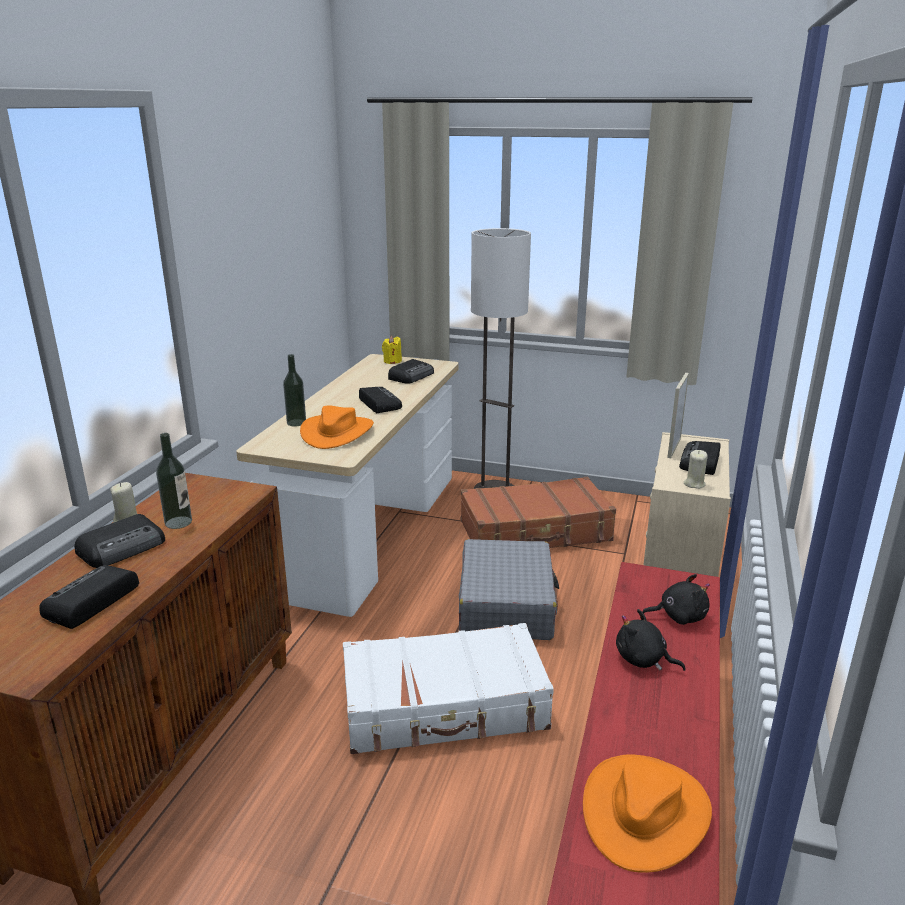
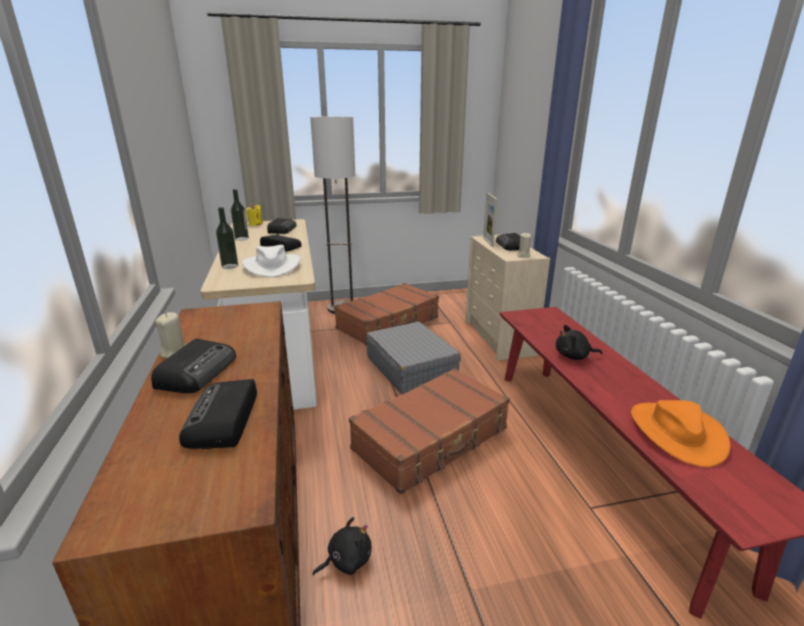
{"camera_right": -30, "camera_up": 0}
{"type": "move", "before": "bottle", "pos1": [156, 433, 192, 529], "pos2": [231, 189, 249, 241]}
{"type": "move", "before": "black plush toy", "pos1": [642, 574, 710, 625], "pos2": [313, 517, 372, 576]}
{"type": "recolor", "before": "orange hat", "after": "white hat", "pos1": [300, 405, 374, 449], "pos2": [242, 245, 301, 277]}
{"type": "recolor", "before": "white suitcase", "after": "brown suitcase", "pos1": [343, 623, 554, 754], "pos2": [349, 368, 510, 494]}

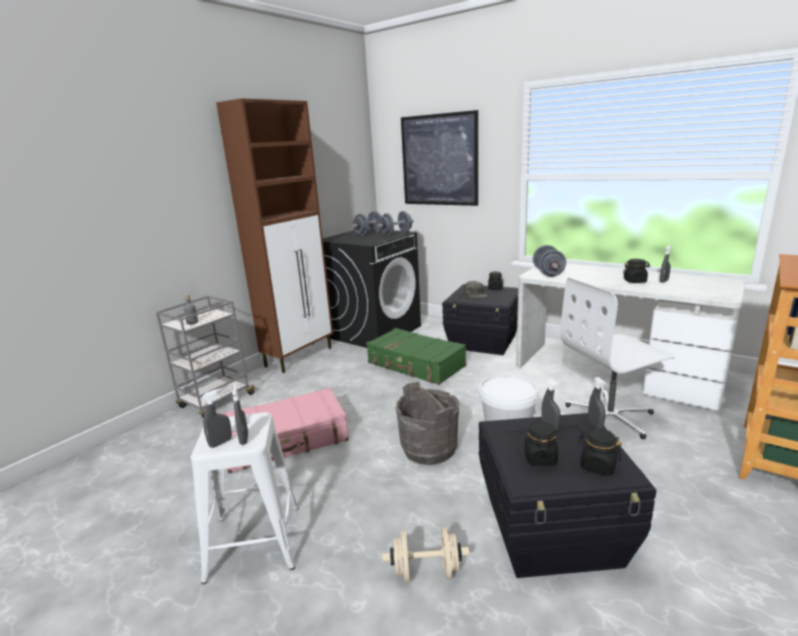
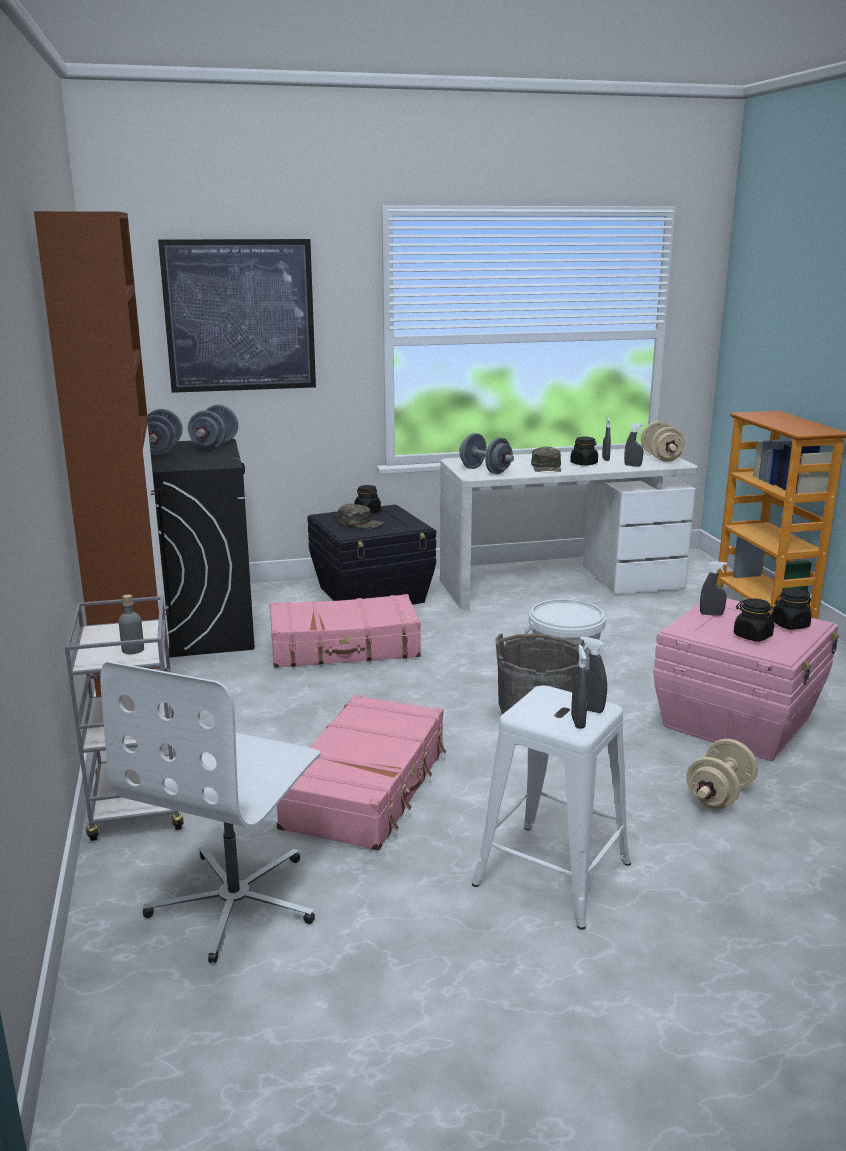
{"camera_right": -50, "camera_up": 0}
{"type": "insert", "after": "green cap", "pos2": [531, 447, 561, 472]}
{"type": "insert", "after": "beige dumbbell", "pos2": [641, 421, 685, 462]}
{"type": "move", "before": "white office chair", "pos1": [560, 278, 675, 439], "pos2": [100, 661, 320, 963]}
{"type": "move", "before": "grey spray bottle", "pos1": [588, 377, 606, 429], "pos2": [624, 423, 643, 467]}
{"type": "recolor", "before": "green suitcase", "after": "pink suitcase", "pos1": [366, 328, 466, 385], "pos2": [270, 594, 421, 668]}
{"type": "recolor", "before": "black storage box", "after": "pink storage box", "pos1": [479, 413, 656, 578], "pos2": [653, 598, 839, 761]}

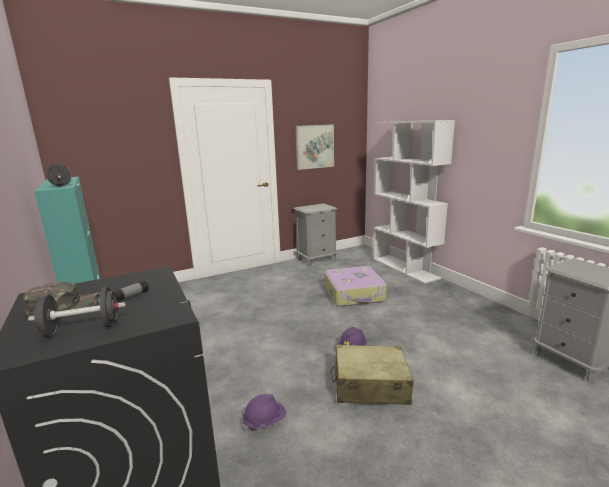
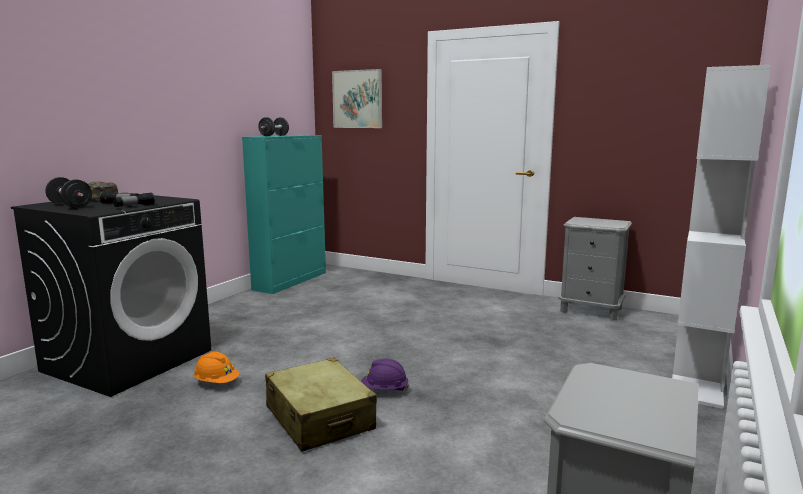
{"camera_right": 55, "camera_up": -5}
{"type": "delete", "before": "suitcase", "pos1": [325, 266, 387, 307]}
{"type": "insert", "after": "flashlight", "pos2": [113, 192, 155, 207]}
{"type": "move", "before": "picture", "pos1": [295, 124, 334, 170], "pos2": [332, 69, 382, 128]}
{"type": "recolor", "before": "purple hard hat", "after": "orange hard hat", "pos1": [242, 394, 286, 431], "pos2": [194, 351, 239, 383]}

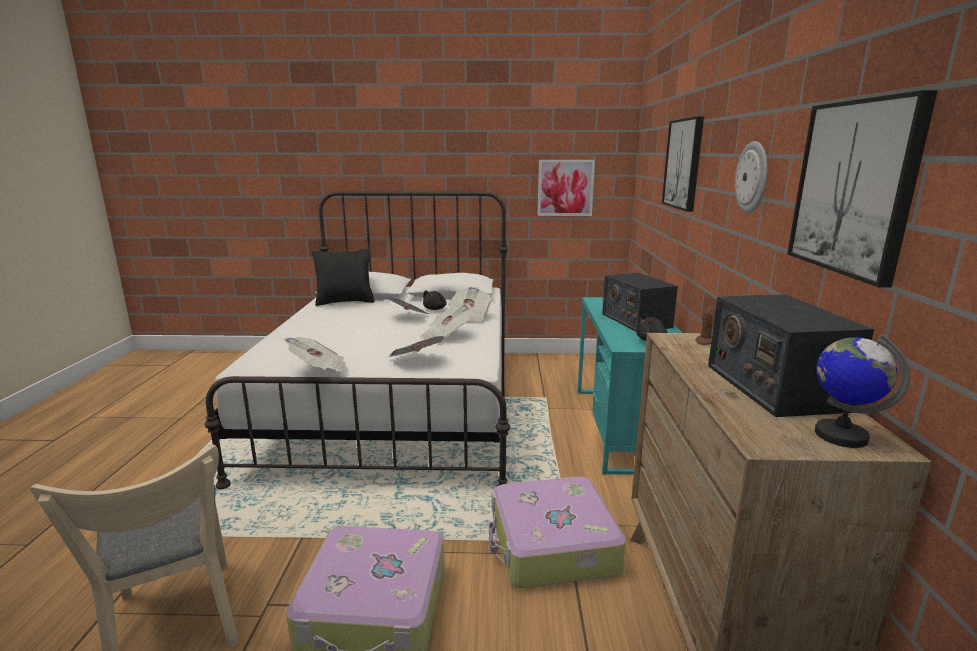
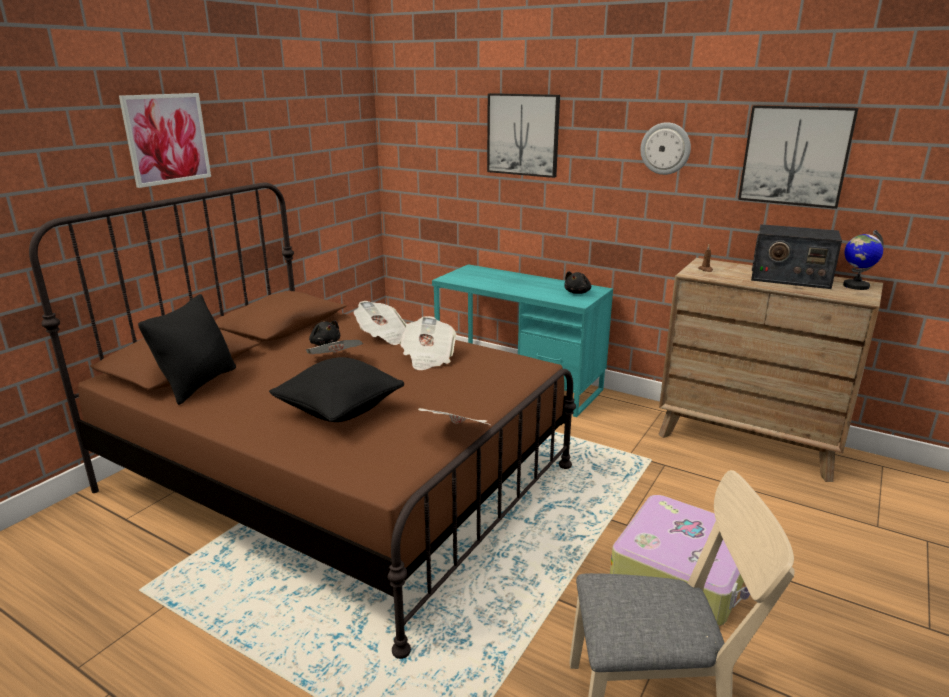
{"camera_right": -60, "camera_up": 5}
{"type": "delete", "before": "newspaper", "pos1": [389, 336, 445, 357]}
{"type": "delete", "before": "suitcase", "pos1": [489, 477, 626, 588]}
{"type": "delete", "before": "radio", "pos1": [602, 273, 678, 331]}
{"type": "insert", "after": "black pillow", "pos2": [269, 357, 404, 422]}
{"type": "move", "before": "picture", "pos1": [538, 160, 595, 216], "pos2": [119, 93, 211, 188]}
{"type": "recolor", "before": "white bed", "after": "brown bed", "pos1": [205, 191, 510, 489], "pos2": [29, 182, 576, 659]}

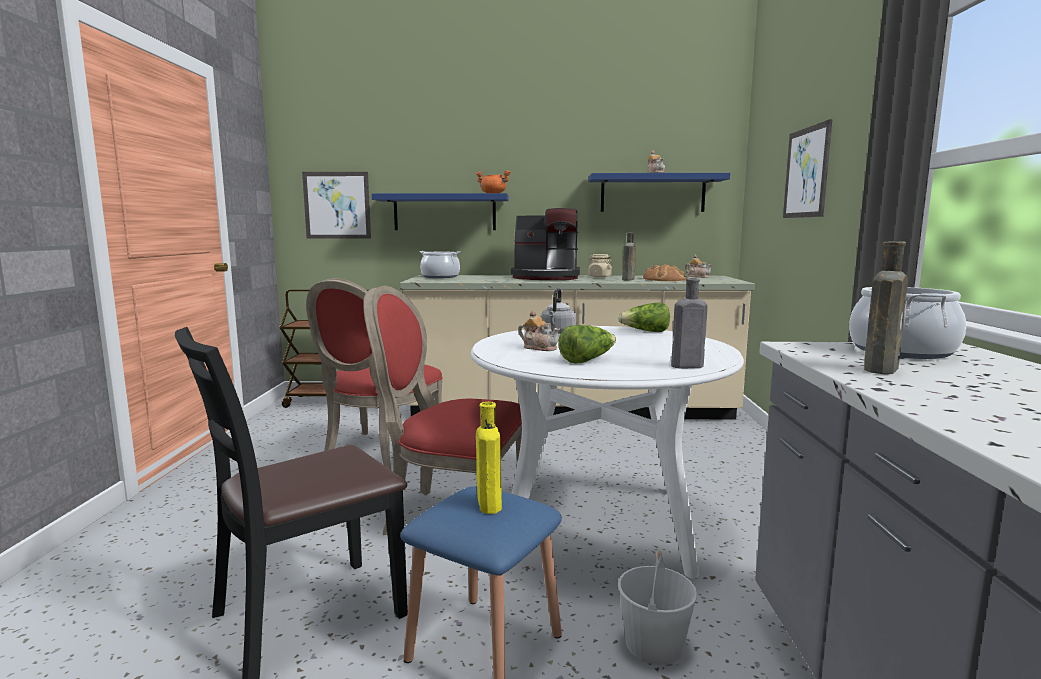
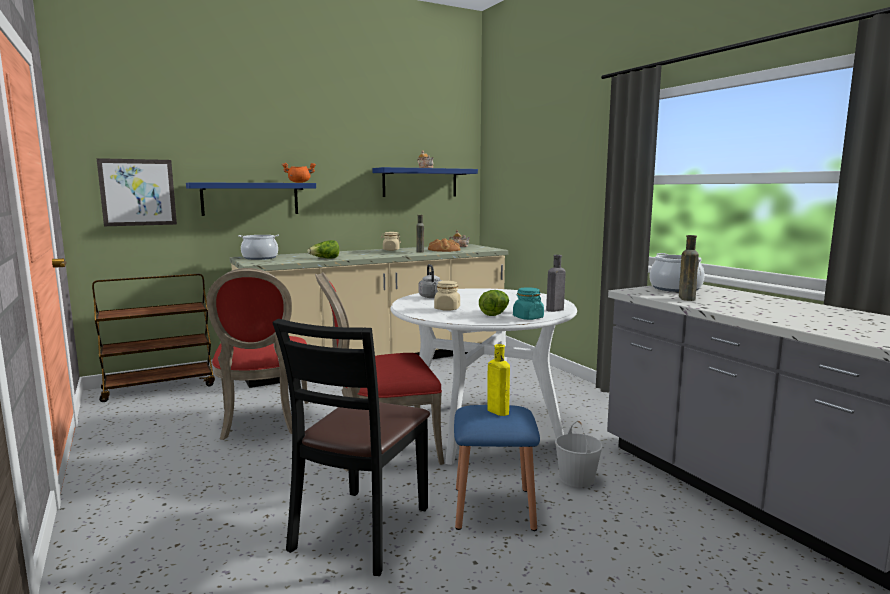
{"camera_right": -30, "camera_up": 0}
{"type": "delete", "before": "coffee machine", "pos1": [511, 208, 580, 280]}
{"type": "delete", "before": "picture", "pos1": [783, 119, 832, 218]}
{"type": "insert", "after": "turquoise jar", "pos2": [513, 287, 544, 320]}
{"type": "move", "before": "lettuce", "pos1": [618, 303, 670, 332], "pos2": [307, 240, 339, 258]}
{"type": "replace", "before": "teapot", "after": "beige jar", "pos1": [518, 310, 560, 351], "pos2": [434, 281, 460, 311]}

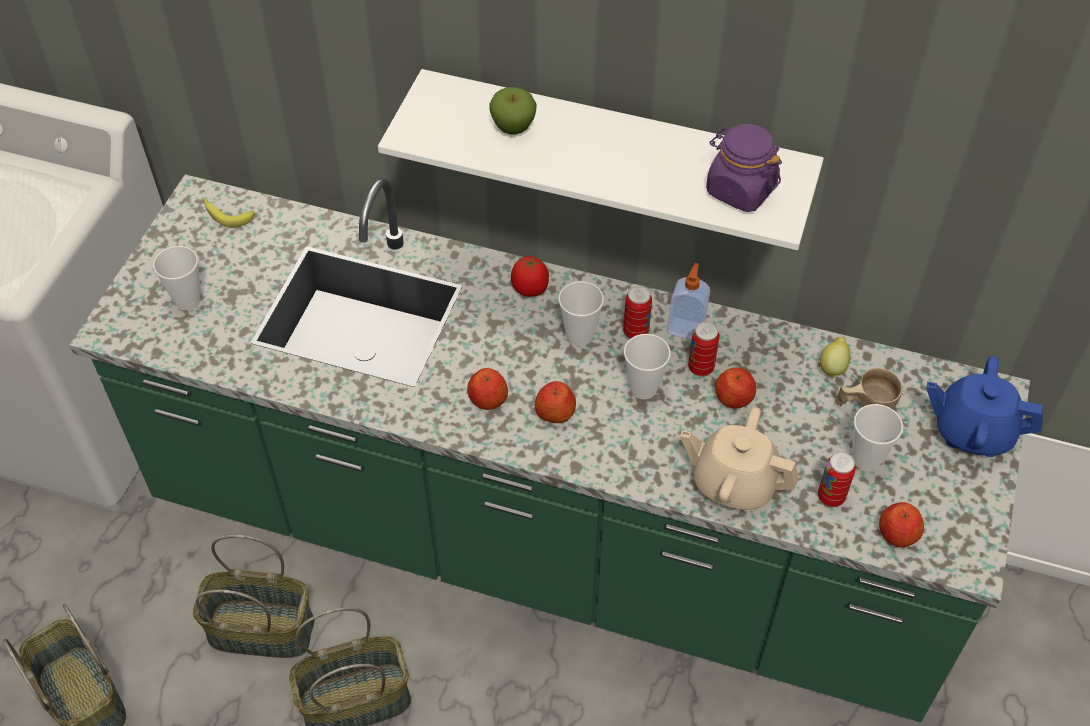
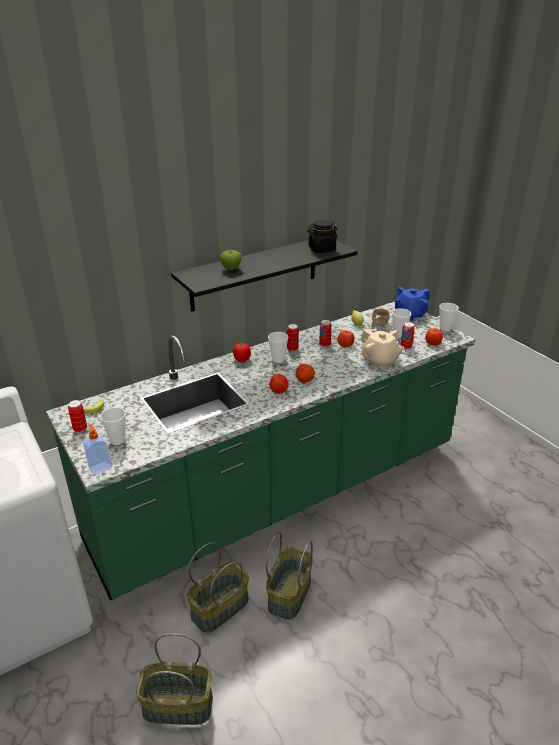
{"camera_right": -50, "camera_up": -20}
{"type": "insert", "after": "can", "pos2": [68, 400, 87, 432]}
{"type": "move", "before": "cup", "pos1": [624, 334, 671, 399], "pos2": [439, 303, 459, 332]}
{"type": "move", "before": "soap dispenser", "pos1": [667, 263, 710, 340], "pos2": [83, 425, 112, 475]}
{"type": "recolor", "before": "white shelf", "after": "black shelf", "pos1": [378, 69, 824, 250], "pos2": [171, 240, 358, 312]}
{"type": "recolor", "before": "purple jar", "after": "black jar", "pos1": [706, 124, 782, 212], "pos2": [307, 220, 338, 253]}
{"type": "rotate", "before": "beige teapot", "pos1": [680, 407, 798, 511], "pos2": [361, 329, 404, 368], "turn": -105}

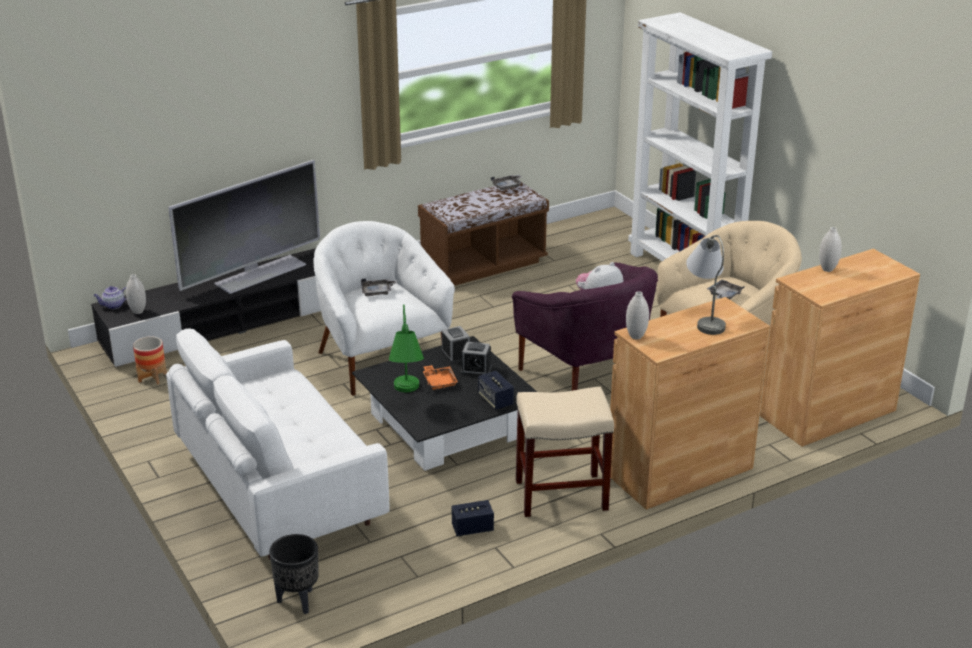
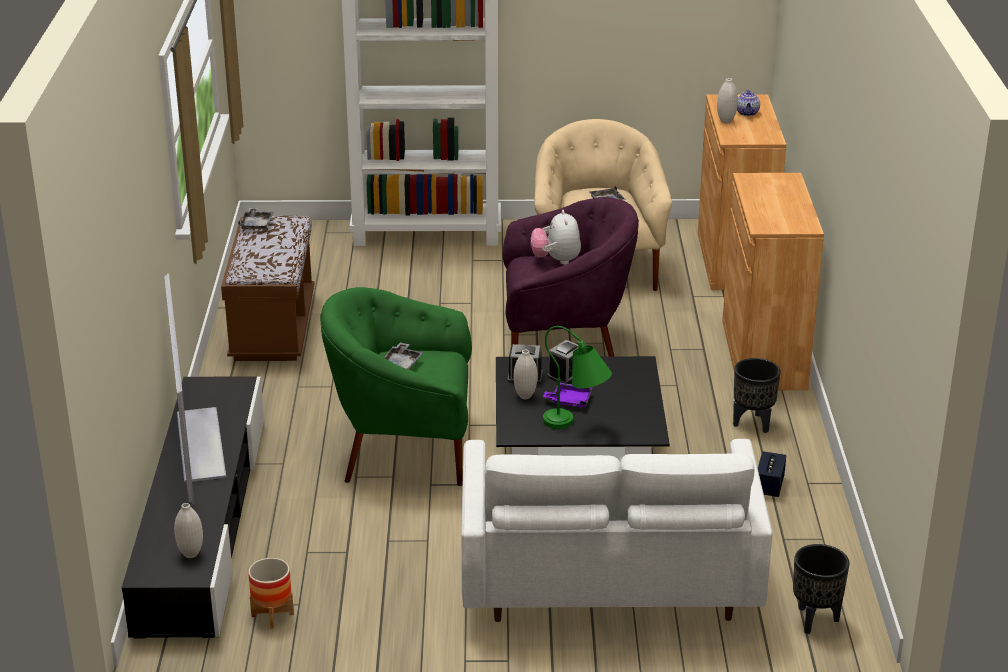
{"camera_right": -60, "camera_up": 0}
{"type": "delete", "before": "speaker", "pos1": [478, 371, 514, 410]}
{"type": "delete", "before": "grey table lamp", "pos1": [686, 235, 726, 335]}
{"type": "move", "before": "teapot", "pos1": [93, 286, 127, 309], "pos2": [737, 89, 760, 116]}
{"type": "move", "before": "white vase", "pos1": [626, 291, 649, 340], "pos2": [514, 350, 537, 399]}
{"type": "replace", "before": "beige stool", "after": "black planter", "pos1": [516, 387, 614, 518], "pos2": [733, 358, 781, 433]}
{"type": "recolor", "before": "white armchair", "after": "green armchair", "pos1": [313, 221, 455, 395], "pos2": [320, 287, 472, 486]}
{"type": "recolor", "before": "orange tray", "after": "purple tray", "pos1": [423, 365, 458, 390], "pos2": [543, 383, 593, 408]}

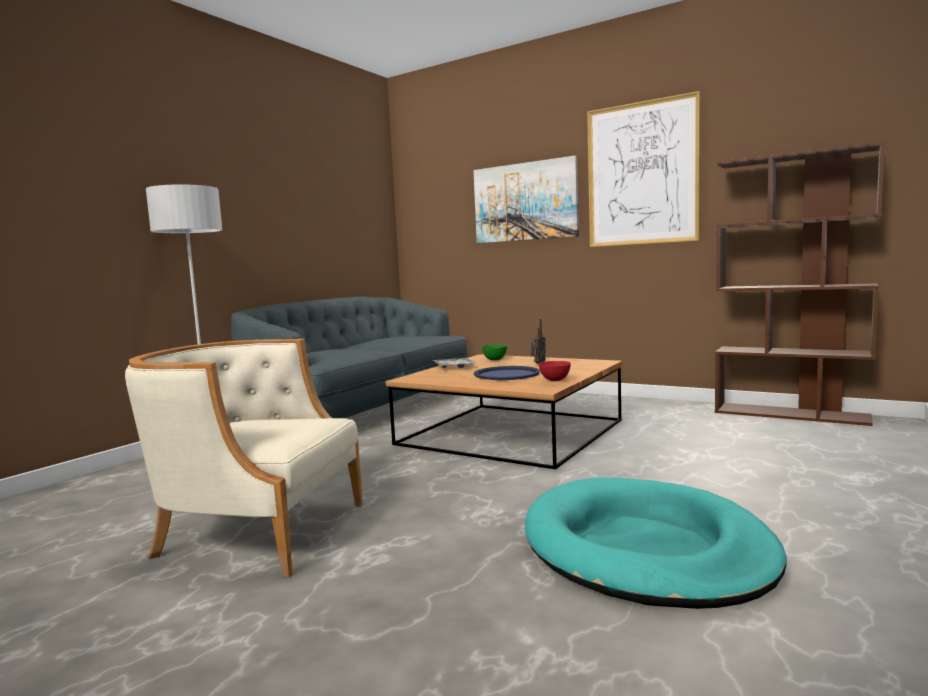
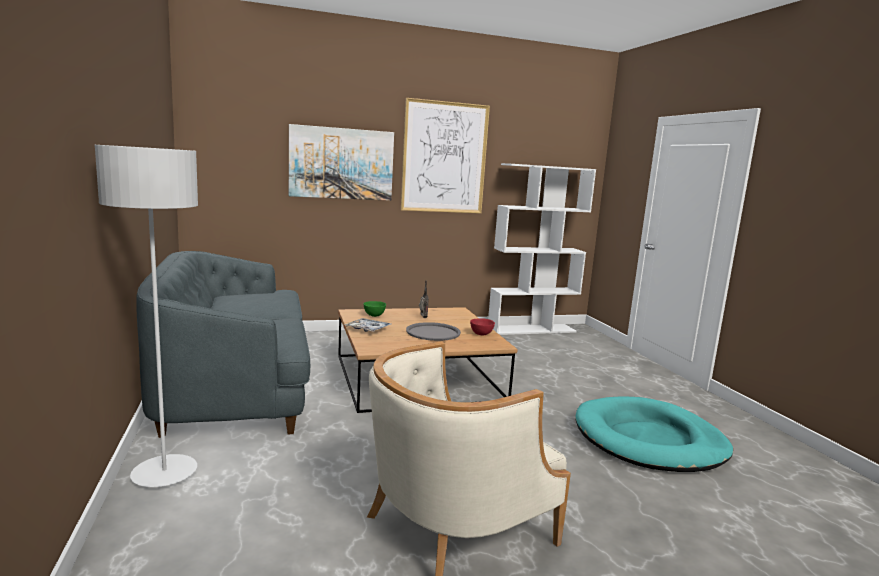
{"camera_right": -50, "camera_up": 5}
{"type": "recolor", "before": "blue tray", "after": "grey tray", "pos1": [474, 366, 540, 380], "pos2": [406, 322, 461, 341]}
{"type": "recolor", "before": "brown bookcase", "after": "white bookcase", "pos1": [715, 141, 885, 426], "pos2": [488, 163, 596, 335]}

